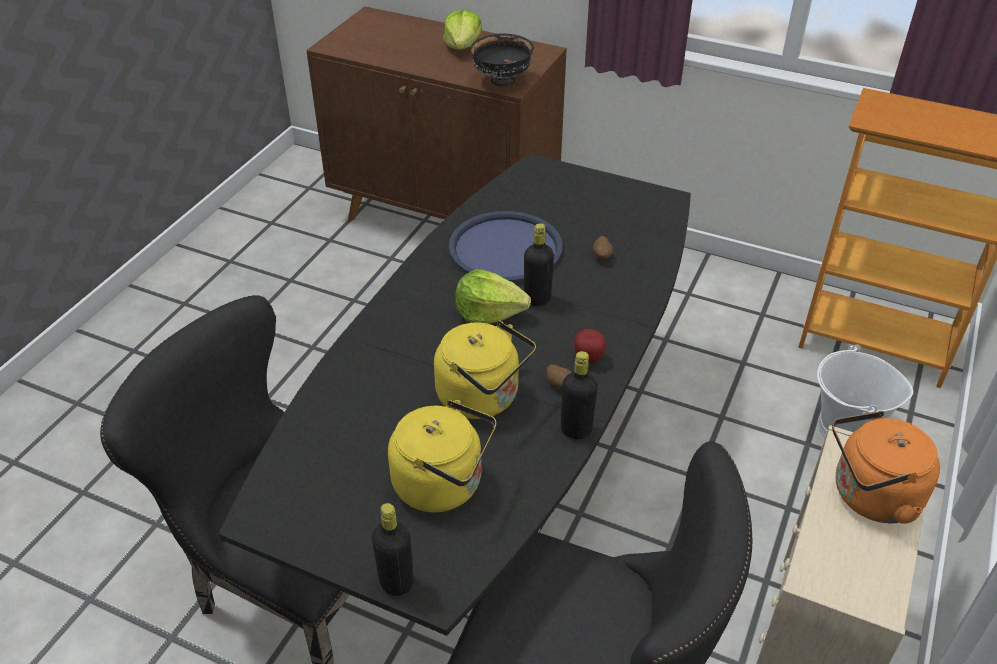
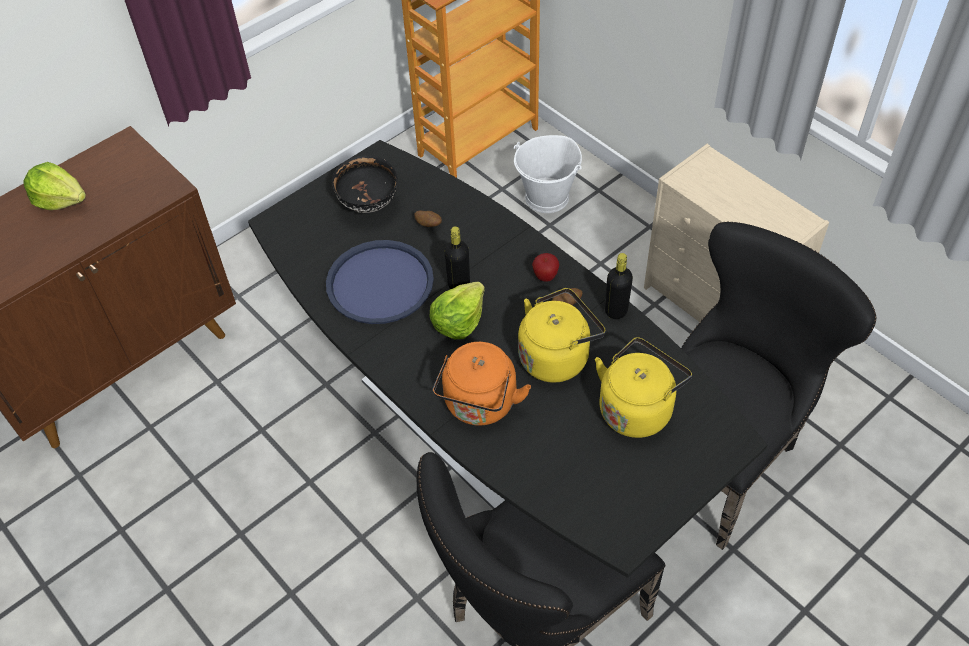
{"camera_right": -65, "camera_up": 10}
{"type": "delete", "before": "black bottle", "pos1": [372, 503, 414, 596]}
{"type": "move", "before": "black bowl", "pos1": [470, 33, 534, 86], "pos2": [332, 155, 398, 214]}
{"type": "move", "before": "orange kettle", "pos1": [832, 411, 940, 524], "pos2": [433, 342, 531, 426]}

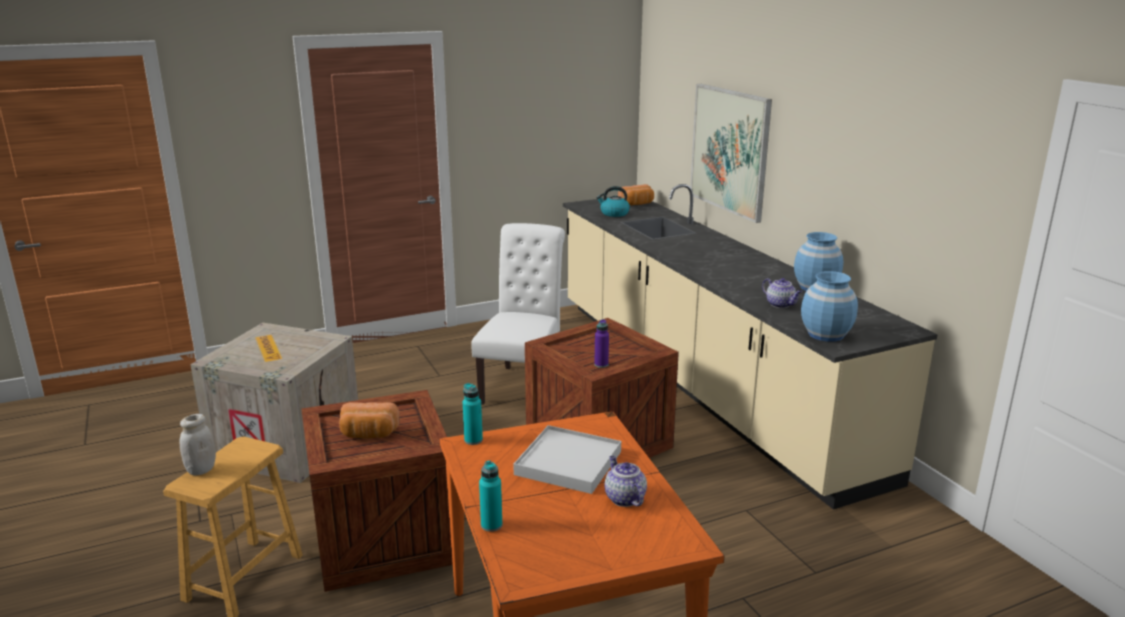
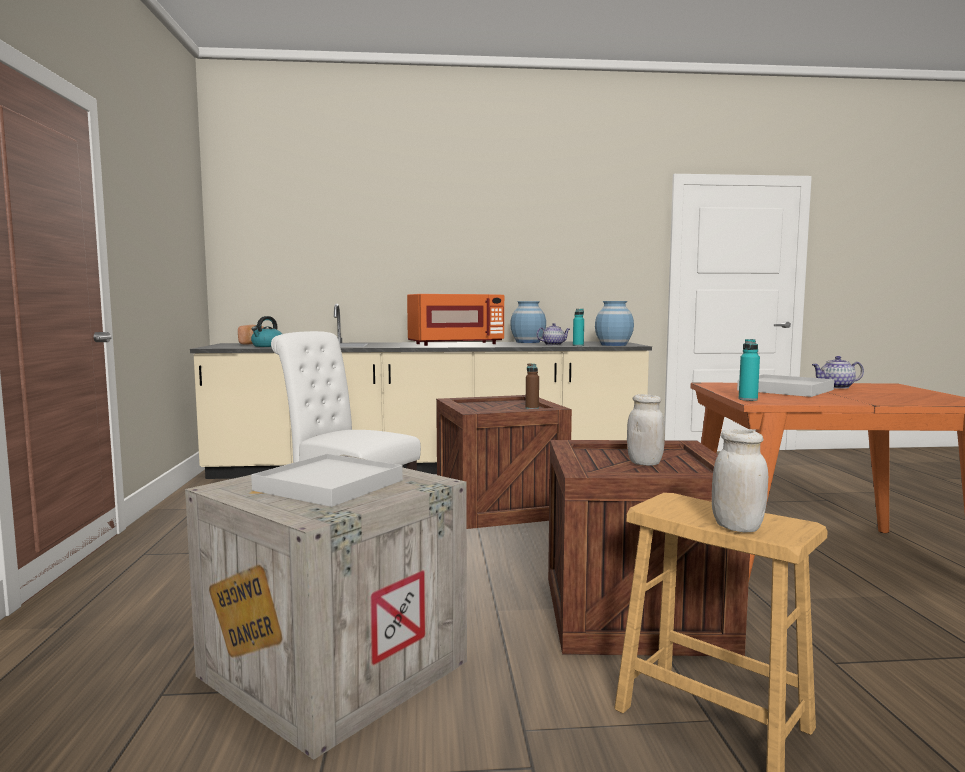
{"camera_right": -70, "camera_up": -15}
{"type": "delete", "before": "picture", "pos1": [690, 84, 772, 223]}
{"type": "insert", "after": "white tray", "pos2": [251, 454, 403, 507]}
{"type": "insert", "after": "orange microwave", "pos2": [407, 294, 504, 346]}
{"type": "move", "before": "turquoise bottle", "pos1": [479, 461, 502, 532], "pos2": [573, 309, 584, 346]}
{"type": "replace", "before": "bread", "after": "white jar", "pos1": [339, 402, 400, 439], "pos2": [627, 394, 665, 466]}
{"type": "recolor", "before": "purple bottle", "after": "brown bottle", "pos1": [594, 319, 609, 368], "pos2": [526, 363, 539, 409]}

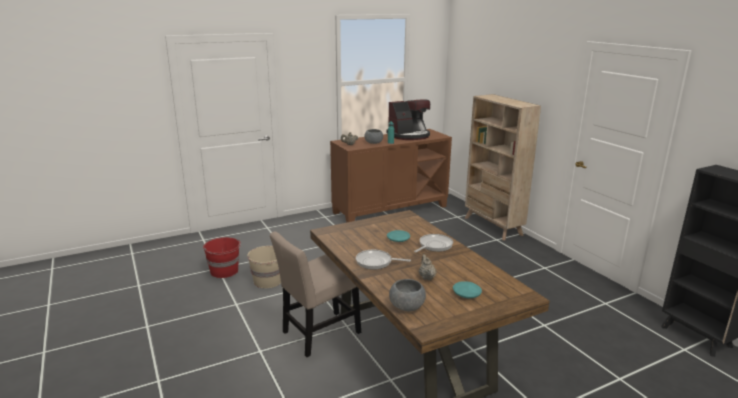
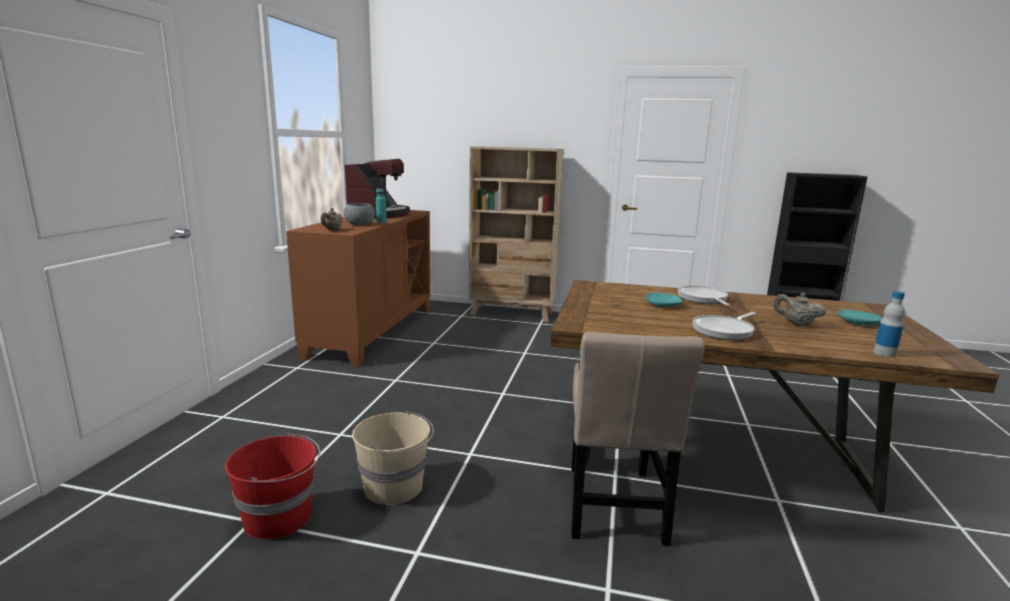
{"camera_right": -50, "camera_up": -5}
{"type": "replace", "before": "grey bowl", "after": "bottle", "pos1": [389, 279, 426, 311], "pos2": [874, 291, 905, 357]}

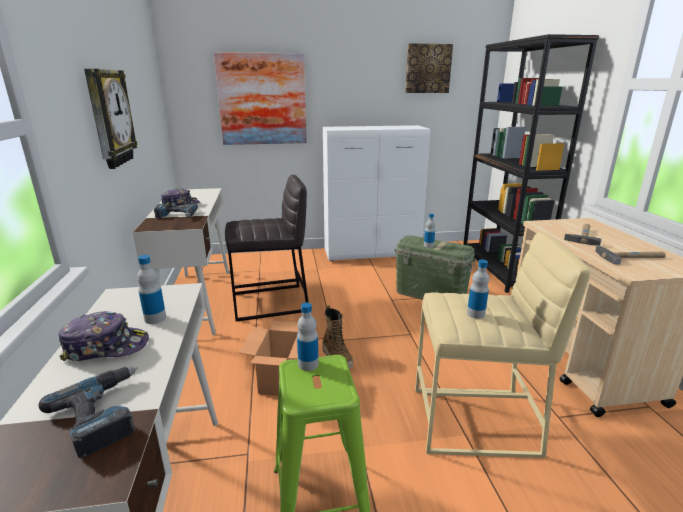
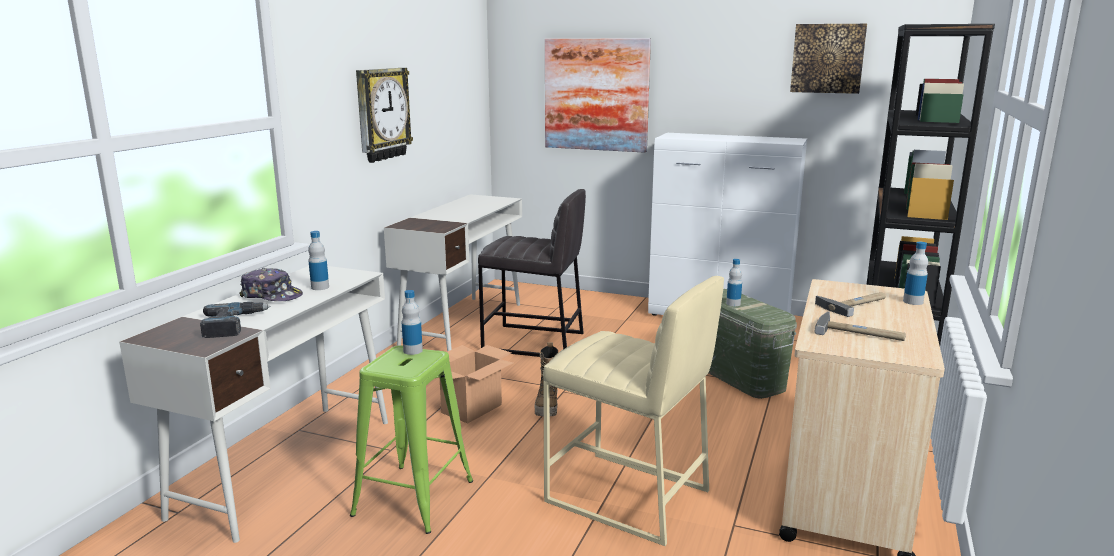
{"camera_right": 30, "camera_up": -5}
{"type": "delete", "before": "power drill", "pos1": [154, 203, 198, 218]}
{"type": "delete", "before": "cap", "pos1": [161, 188, 200, 207]}
{"type": "move", "before": "bottle", "pos1": [467, 260, 489, 319], "pos2": [903, 242, 928, 305]}

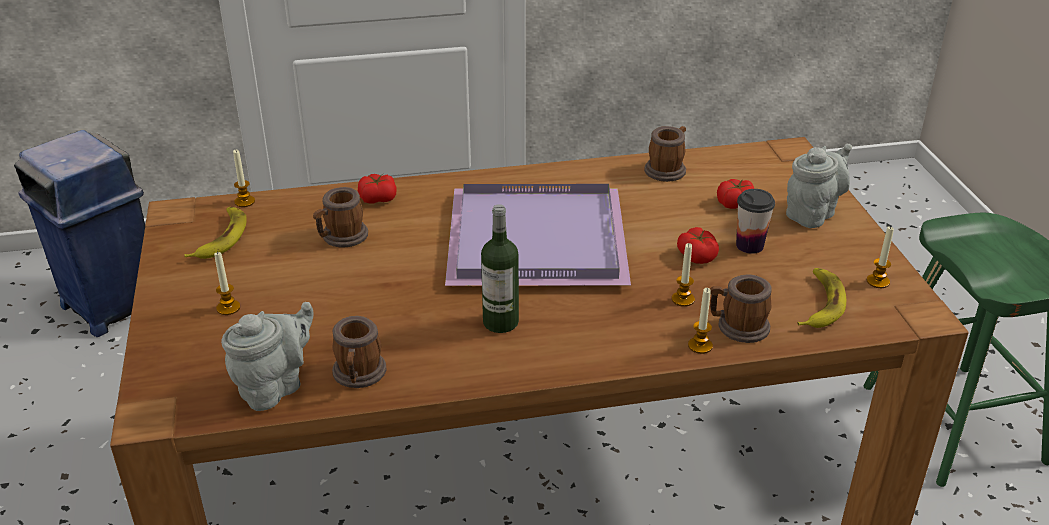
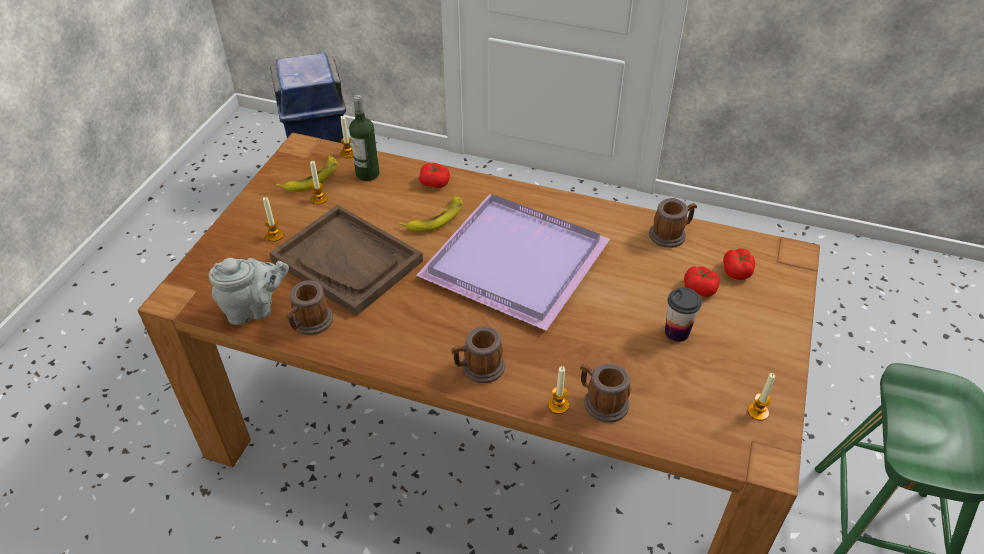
{"camera_right": 30, "camera_up": 10}
{"type": "delete", "before": "grey teapot", "pos1": [786, 144, 852, 228]}
{"type": "insert", "after": "brown tray", "pos2": [269, 205, 423, 316]}
{"type": "move", "before": "mug", "pos1": [313, 187, 368, 248], "pos2": [451, 326, 505, 383]}
{"type": "move", "before": "bottle", "pos1": [481, 204, 519, 333], "pos2": [349, 95, 380, 181]}
{"type": "move", "before": "candle", "pos1": [672, 243, 695, 307], "pos2": [310, 161, 328, 205]}
{"type": "move", "before": "tomato", "pos1": [677, 227, 719, 264], "pos2": [723, 248, 755, 280]}
{"type": "move", "before": "banana", "pos1": [798, 268, 846, 328], "pos2": [399, 194, 463, 232]}

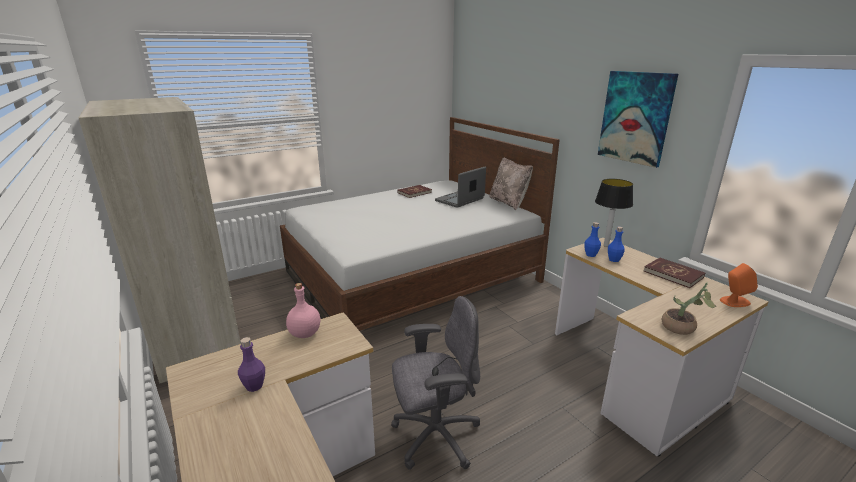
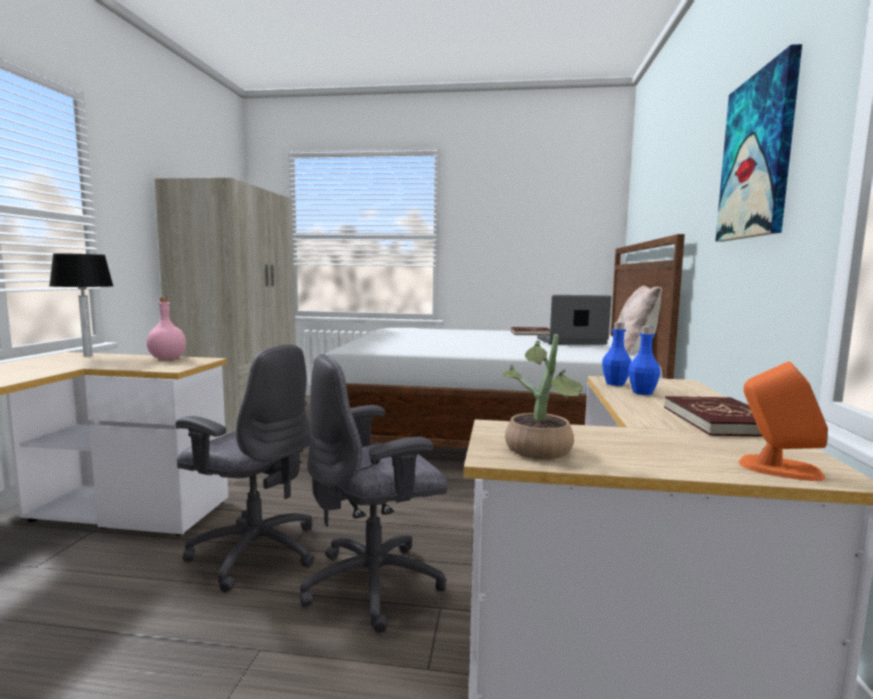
{"camera_right": 40, "camera_up": -15}
{"type": "delete", "before": "purple bottle", "pos1": [238, 337, 265, 392]}
{"type": "insert", "after": "grey office chair", "pos2": [300, 354, 447, 633]}
{"type": "move", "before": "table lamp", "pos1": [595, 179, 633, 247], "pos2": [49, 253, 114, 356]}

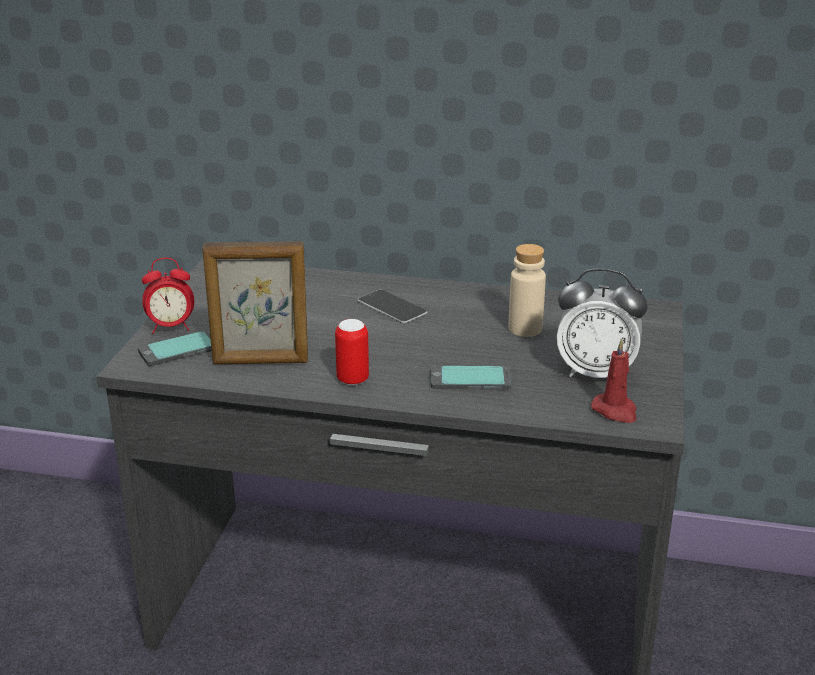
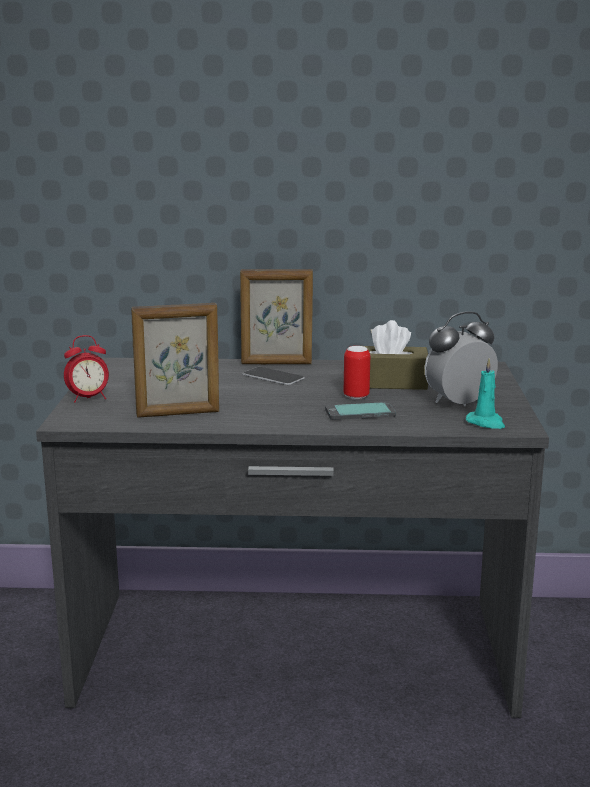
{"camera_right": -10, "camera_up": -10}
{"type": "delete", "before": "phone", "pos1": [138, 330, 212, 366]}
{"type": "insert", "after": "picture frame", "pos2": [240, 269, 313, 364]}
{"type": "move", "before": "can", "pos1": [335, 319, 369, 385], "pos2": [344, 346, 370, 399]}
{"type": "replace", "before": "beige bottle", "after": "brown tissue box", "pos1": [508, 244, 546, 337], "pos2": [364, 320, 428, 390]}
{"type": "recolor", "before": "red candle", "after": "turquoise candle", "pos1": [591, 338, 637, 423], "pos2": [466, 358, 505, 429]}
{"type": "rotate", "before": "alarm clock", "pos1": [557, 268, 648, 378], "pos2": [425, 311, 498, 406], "turn": 150}

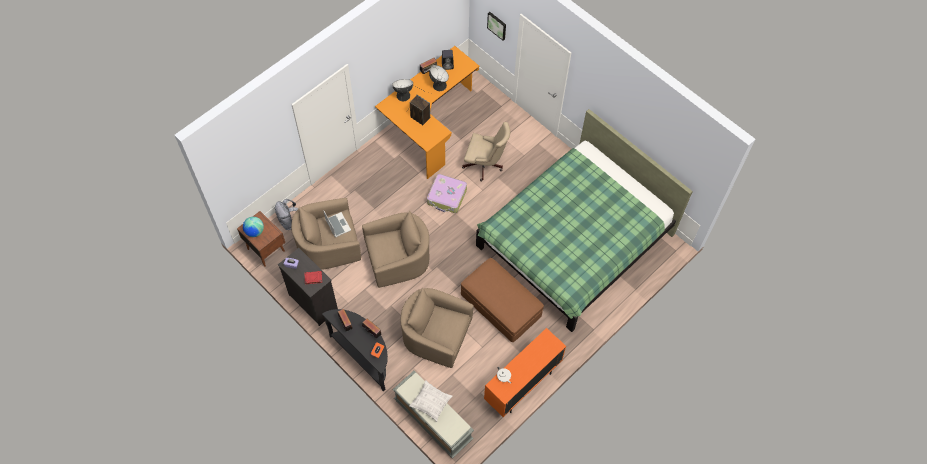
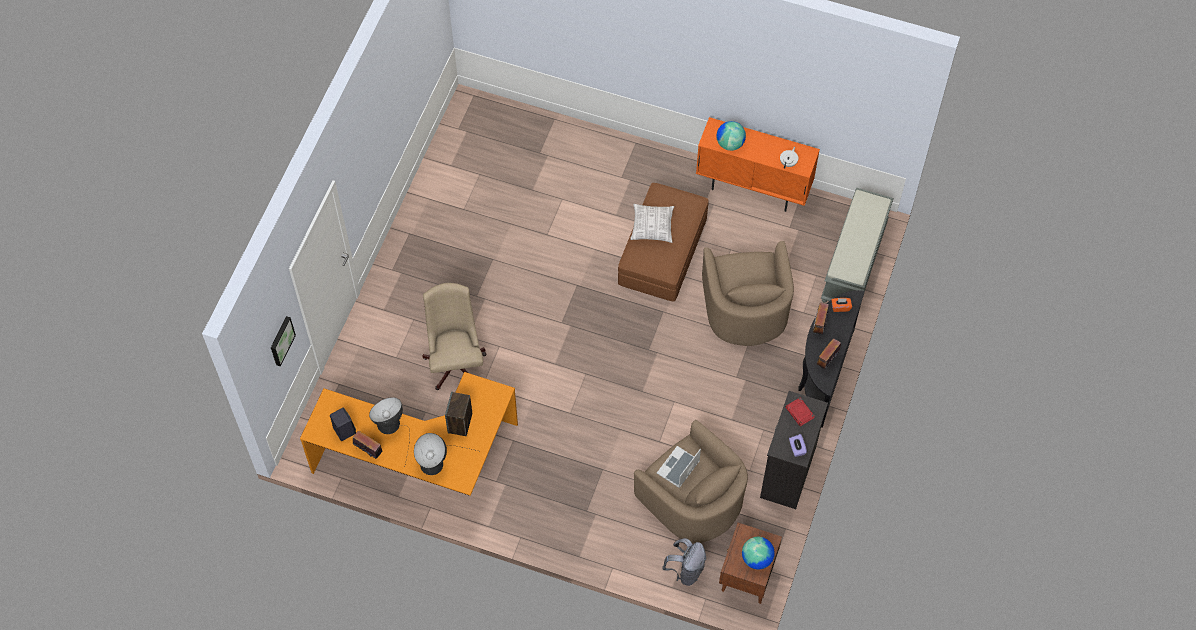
{"camera_right": -115, "camera_up": 0}
{"type": "delete", "before": "beige armchair", "pos1": [362, 211, 429, 288]}
{"type": "delete", "before": "suitcase", "pos1": [427, 174, 467, 213]}
{"type": "delete", "before": "green bed", "pos1": [476, 109, 693, 332]}
{"type": "insert", "after": "globe", "pos2": [716, 121, 746, 151]}
{"type": "move", "before": "pillow", "pos1": [409, 380, 452, 422], "pos2": [630, 204, 674, 243]}

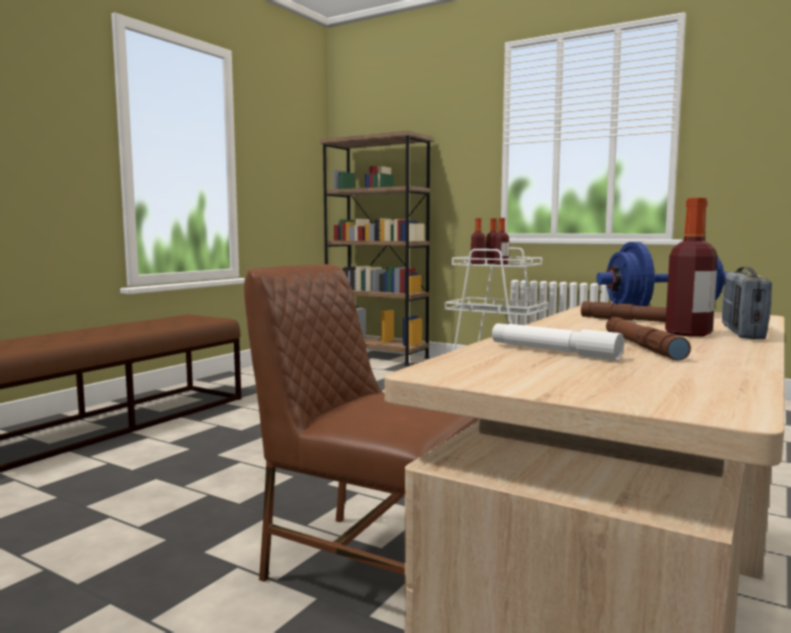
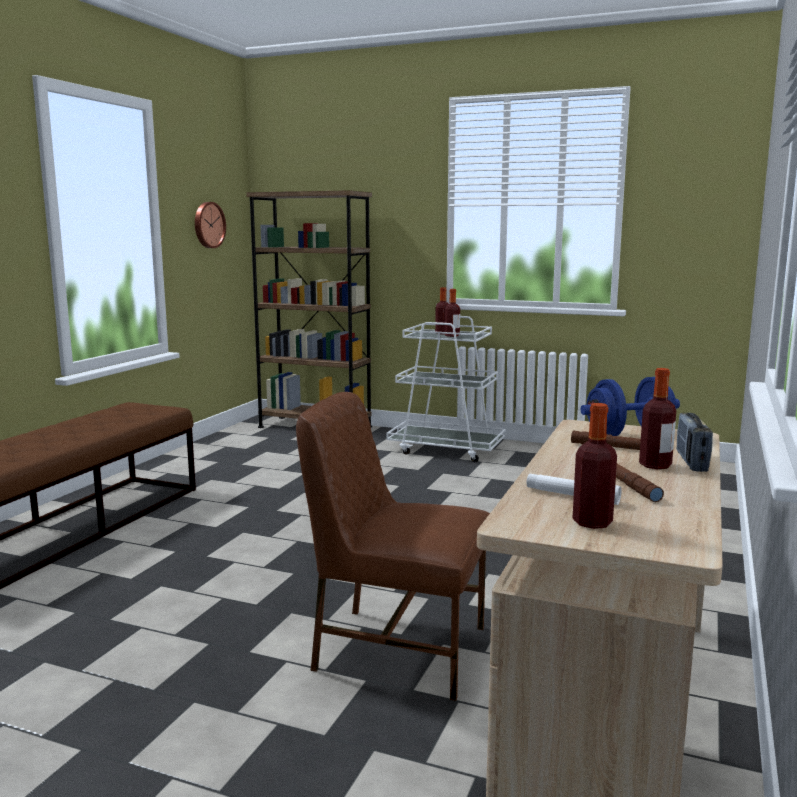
{"camera_right": -10, "camera_up": 5}
{"type": "insert", "after": "wall clock", "pos2": [195, 202, 226, 248]}
{"type": "move", "before": "bottle", "pos1": [471, 218, 485, 264], "pos2": [573, 403, 617, 529]}

